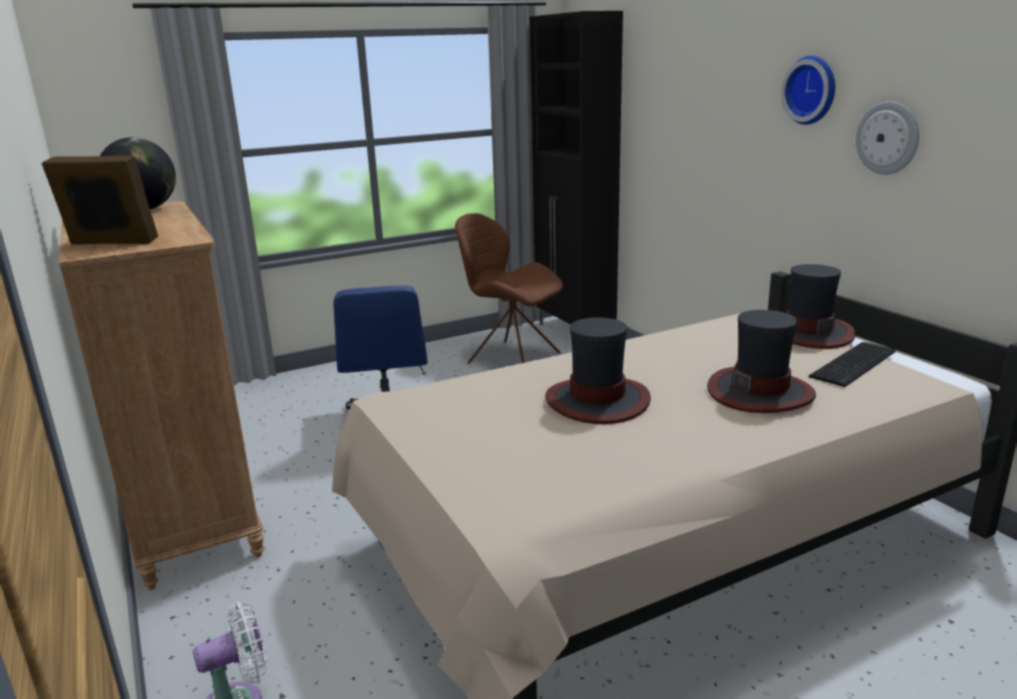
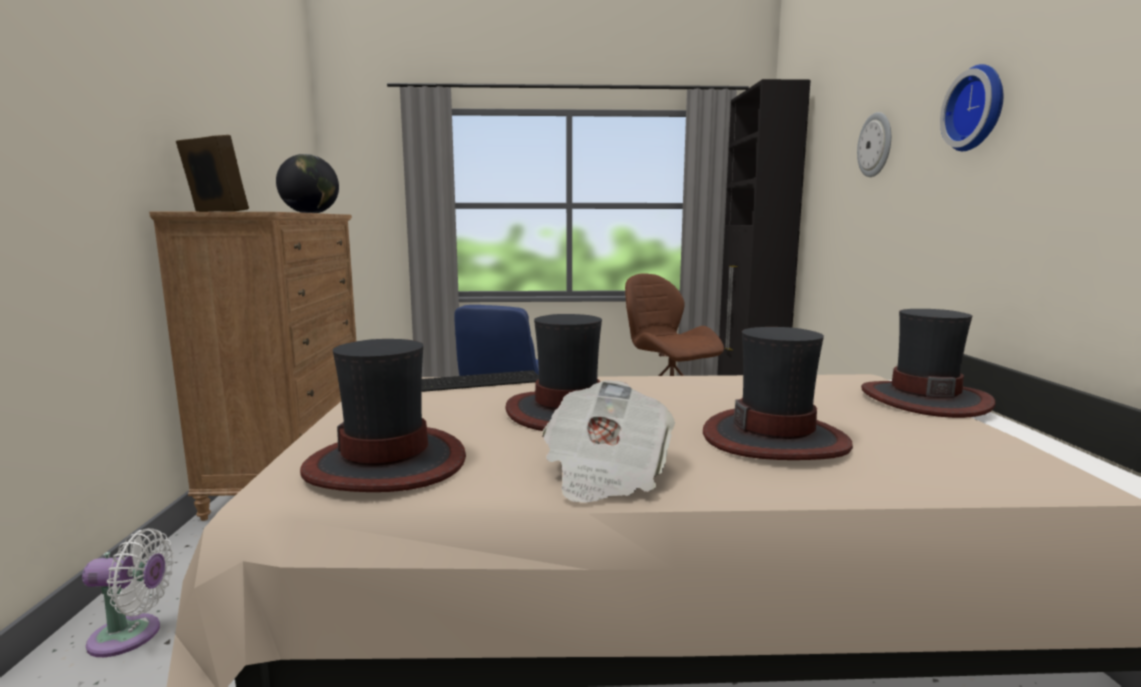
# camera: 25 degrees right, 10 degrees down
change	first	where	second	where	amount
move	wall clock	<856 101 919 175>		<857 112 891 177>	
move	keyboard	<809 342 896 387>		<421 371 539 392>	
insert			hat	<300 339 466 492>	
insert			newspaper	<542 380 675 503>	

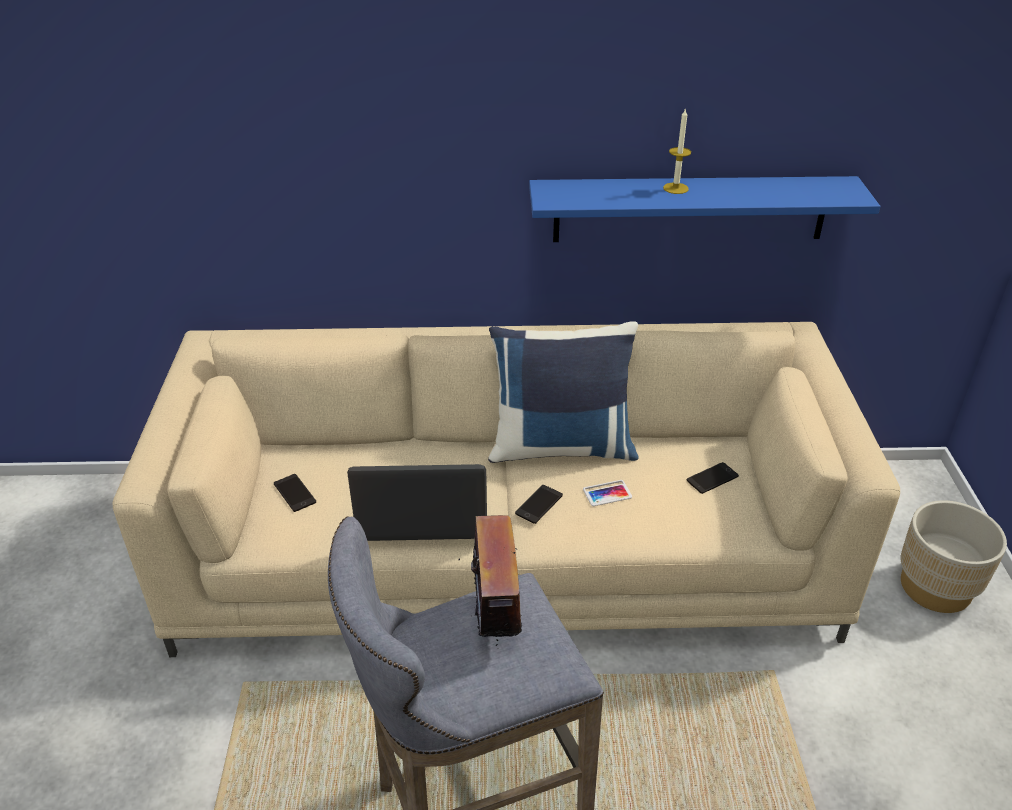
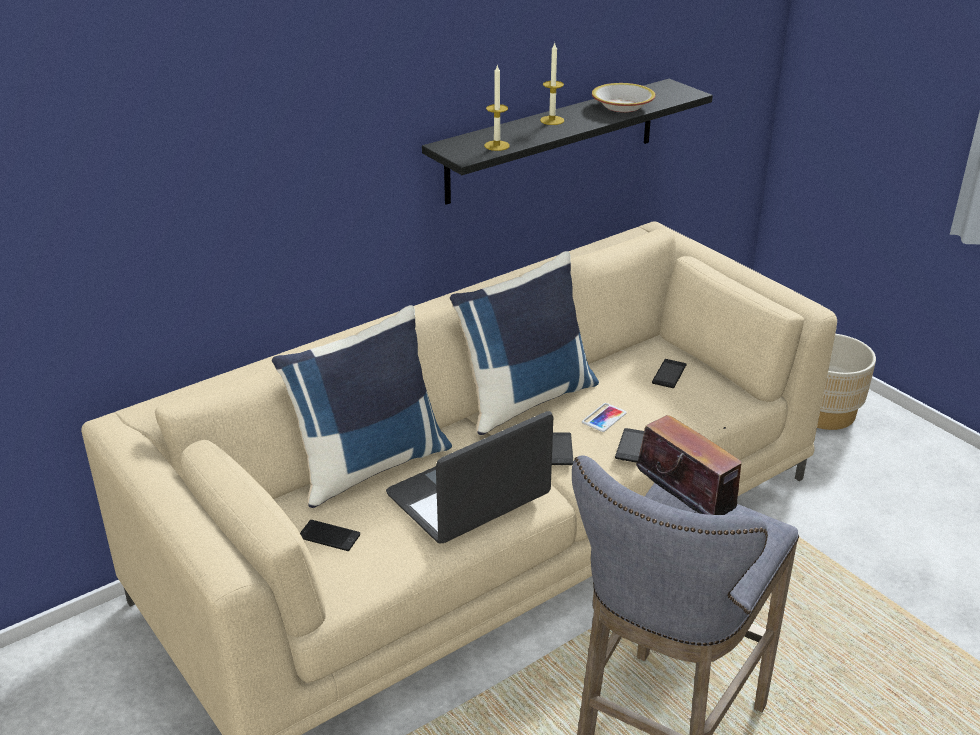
# camera: 35 degrees left, 5 degrees down
change	first	where	second	where	amount
recolor	blue shelf	<529 176 880 242>	black shelf	<422 79 713 205>	
insert			candle	<484 65 510 151>	
insert			bowl	<592 83 655 112>	
insert			blue pillow	<272 305 452 508>	
insert			phone	<615 428 644 462>	

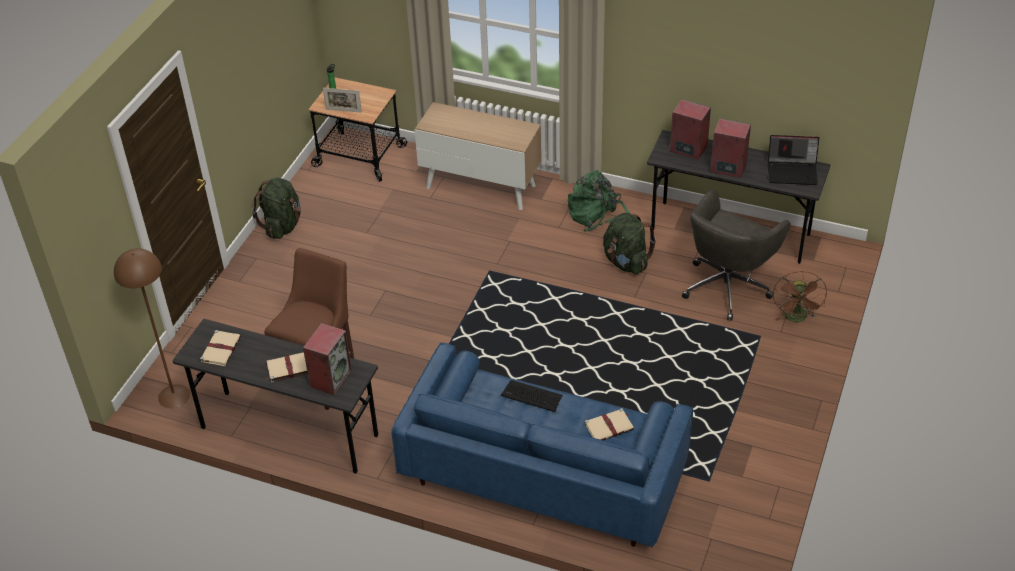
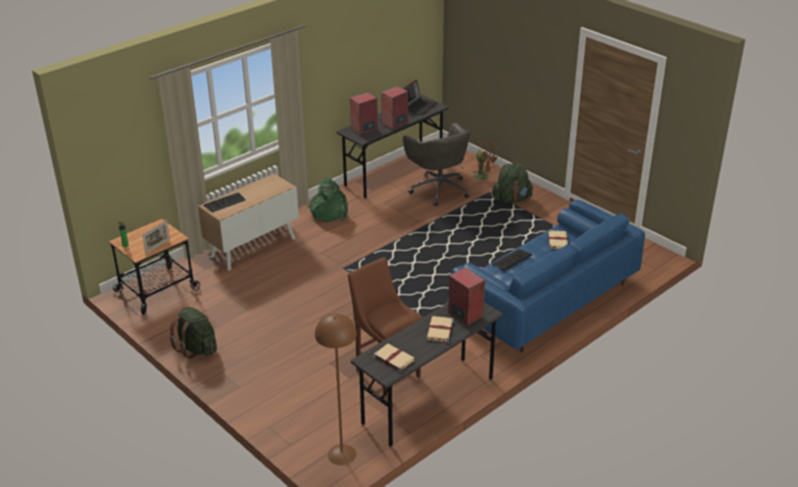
# camera: 65 degrees left, 10 degrees down
change	first	where	second	where	amount
move	green backpack	<603 213 656 274>		<492 163 533 203>	
insert			keyboard	<204 192 246 213>	

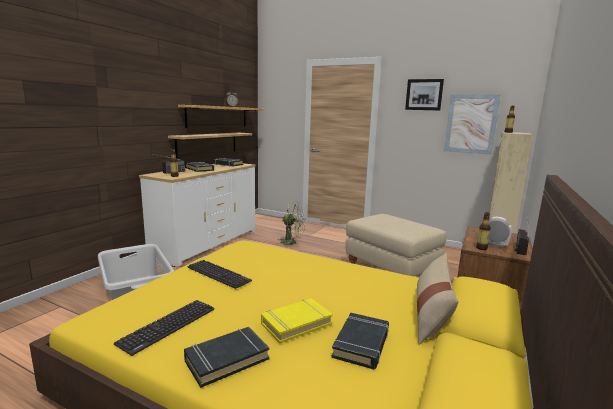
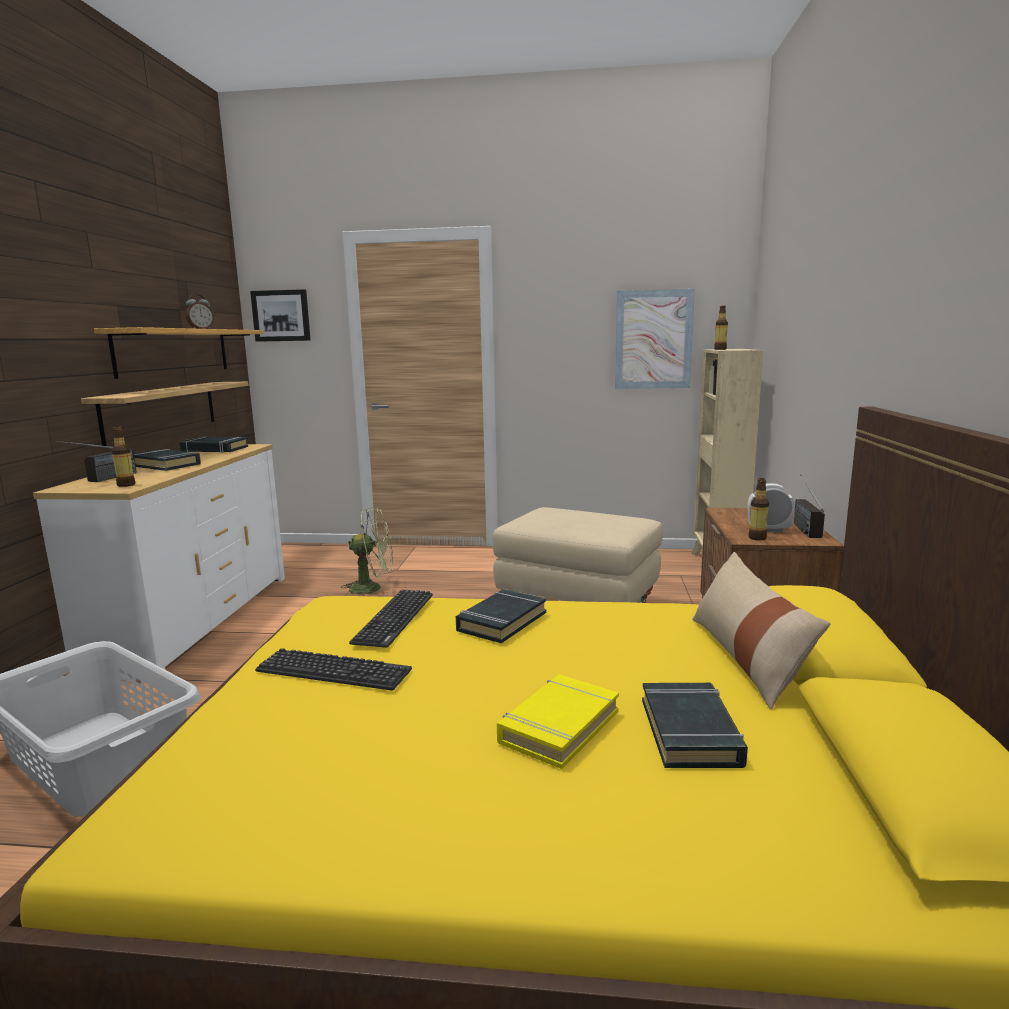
# camera: 20 degrees left, 0 degrees up
change	first	where	second	where	amount
move	picture	<405 79 444 111>		<250 289 311 342>	
move	keyboard	<114 300 214 356>		<349 589 433 648>	
move	black book	<184 327 270 388>		<456 589 547 643>	

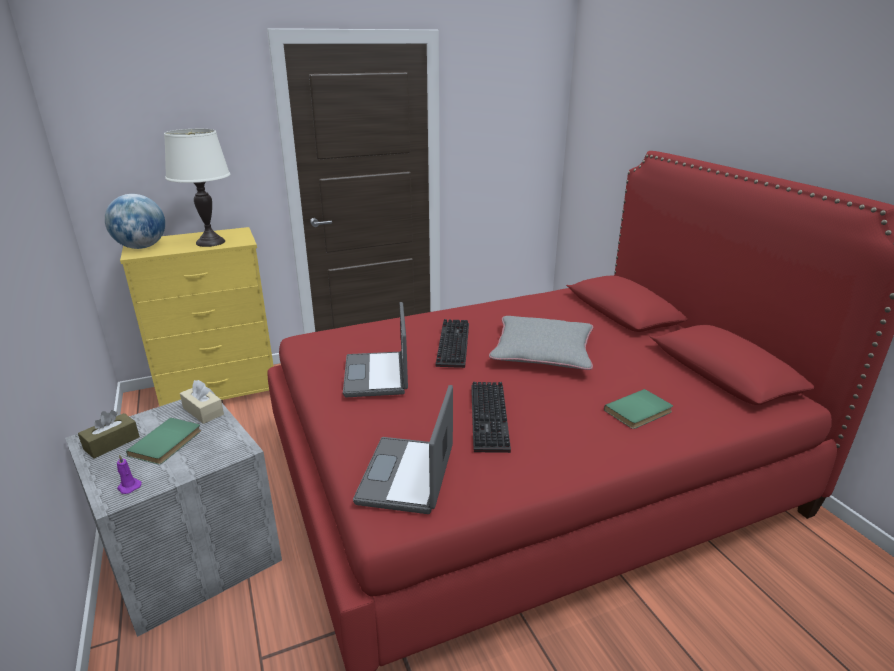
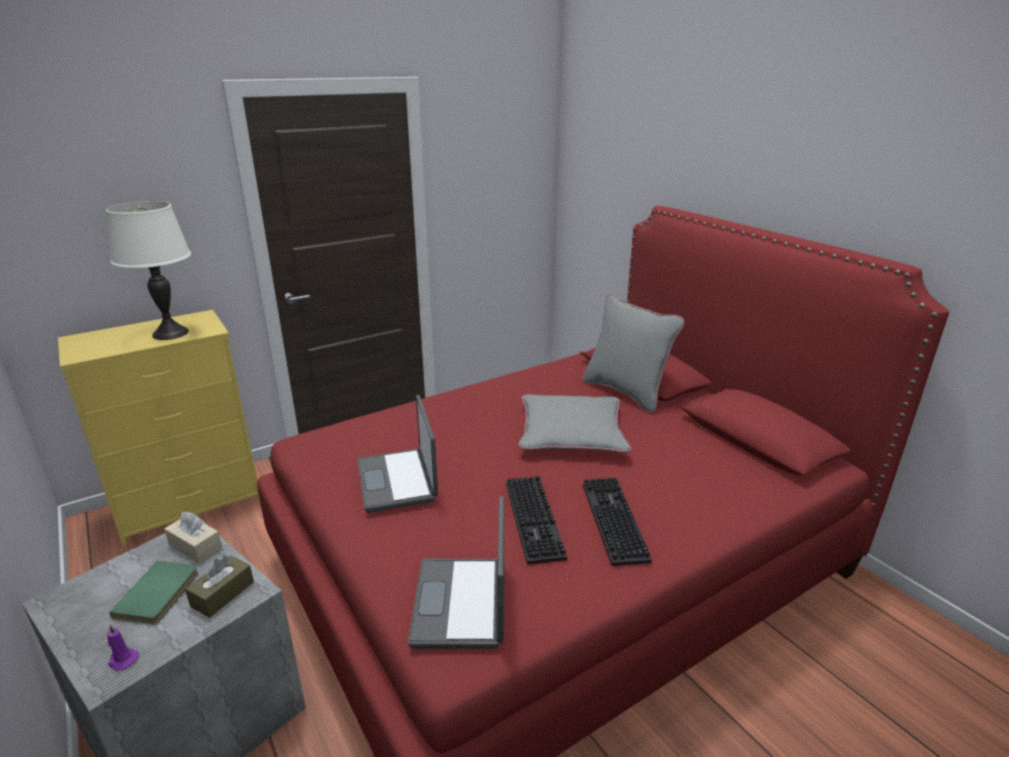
# camera: 10 degrees left, 0 degrees up
change	first	where	second	where	amount
delete	globe	<105 194 165 249>			
move	keyboard	<436 319 469 368>		<583 478 652 566>	
delete	green book	<604 389 673 429>			
move	brown tissue box	<78 410 140 459>		<185 555 254 618>	
insert			grey pillow	<582 294 684 413>	

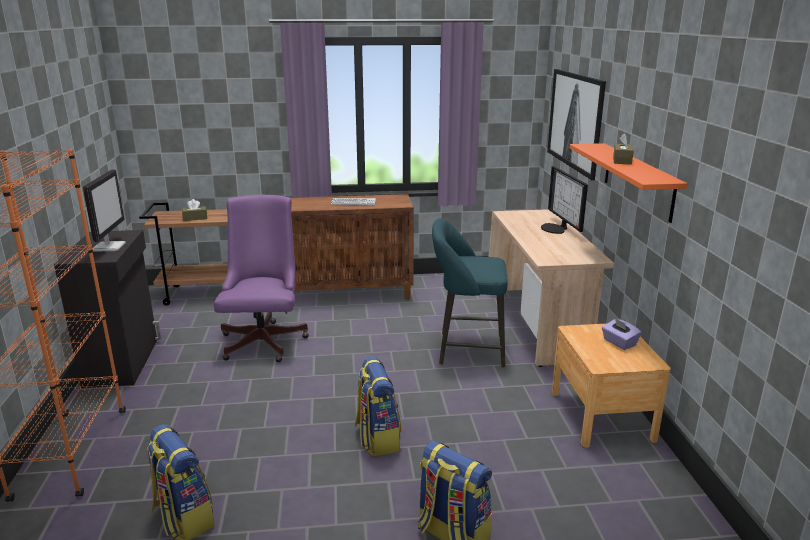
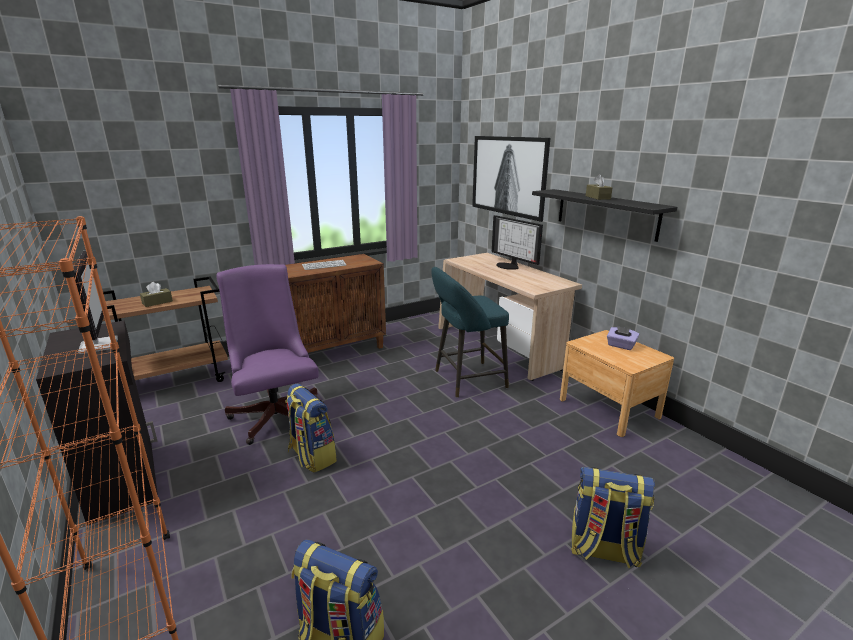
# camera: 25 degrees left, 0 degrees up
change	first	where	second	where	amount
recolor	orange shelf	<570 143 687 223>	black shelf	<532 189 677 242>	
move	backpack	<355 356 401 456>		<285 383 337 473>	

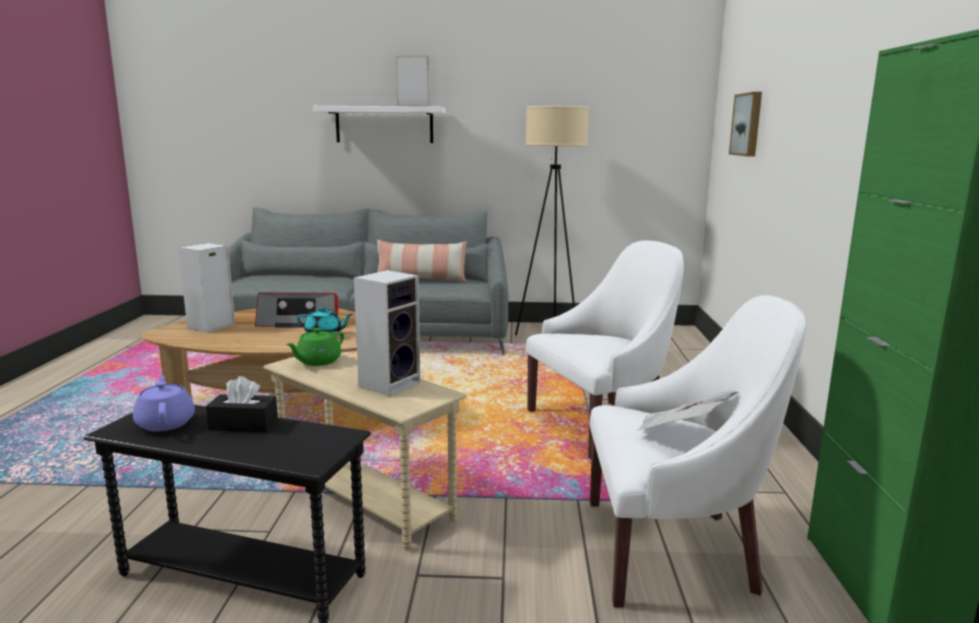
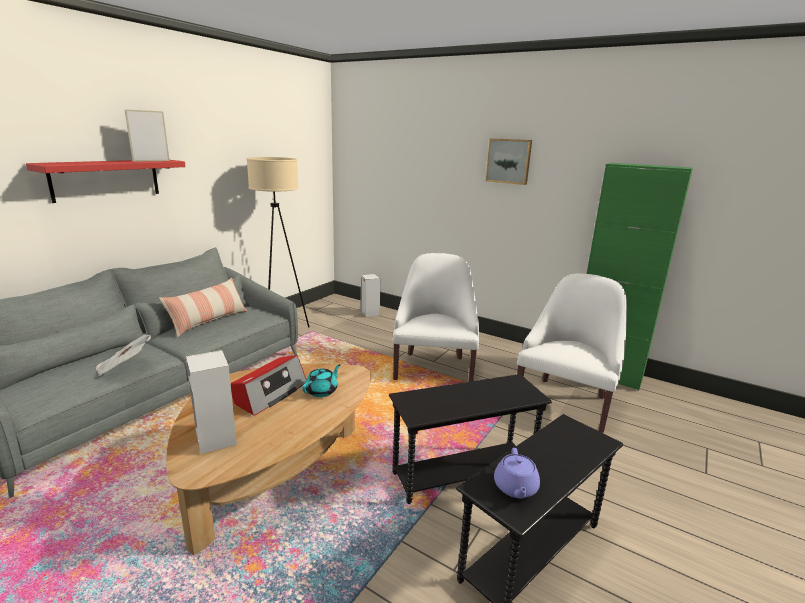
# camera: 60 degrees left, 5 degrees up
change	first	where	second	where	amount
move	picture	<729 92 762 157>		<486 138 532 185>	
recolor	white shelf	<313 106 446 143>	red shelf	<26 160 185 203>	
move	speaker	<354 270 420 396>		<361 274 380 317>	
delete	green teapot	<286 328 344 366>			
recolor	beige side table	<263 352 467 550>	black side table	<389 374 552 504>	
rotate	purple teapot	<133 376 195 432>		<494 448 540 499>	90 degrees counterclockwise
delete	black tissue box	<206 376 278 432>			
move	newspaper	<636 391 740 431>		<96 334 151 376>	

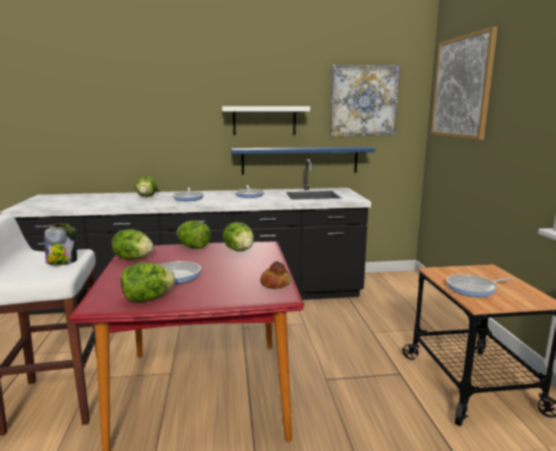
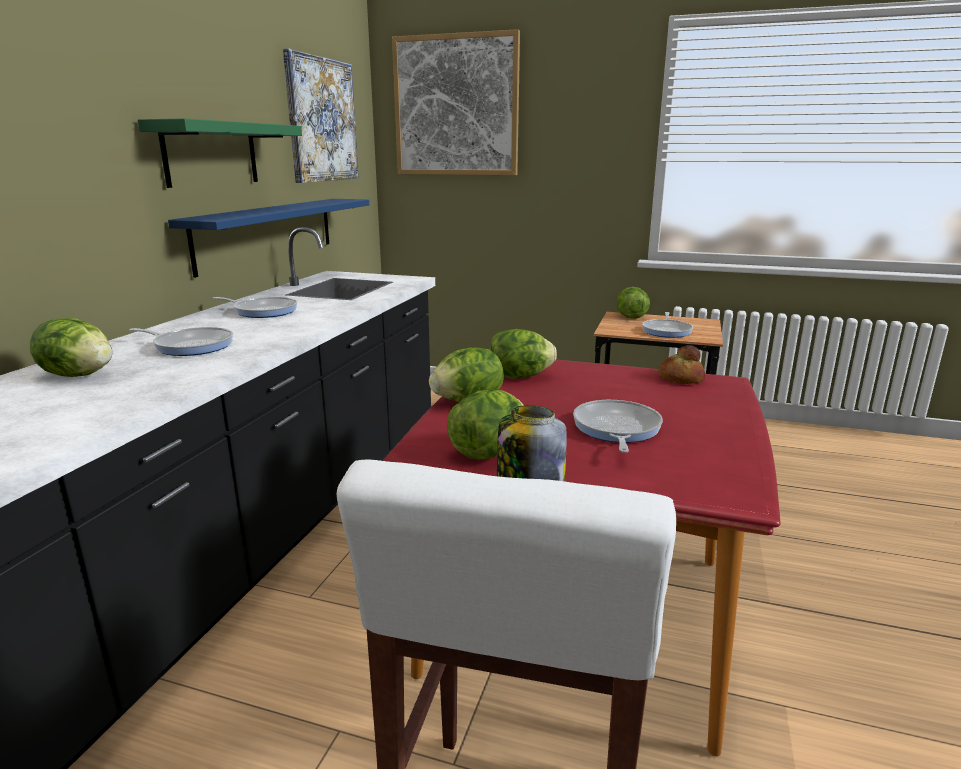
# camera: 65 degrees left, 5 degrees up
change	first	where	second	where	amount
recolor	white shelf	<222 106 310 135>	green shelf	<138 118 302 188>	
move	lettuce	<121 262 175 302>		<617 287 650 319>	

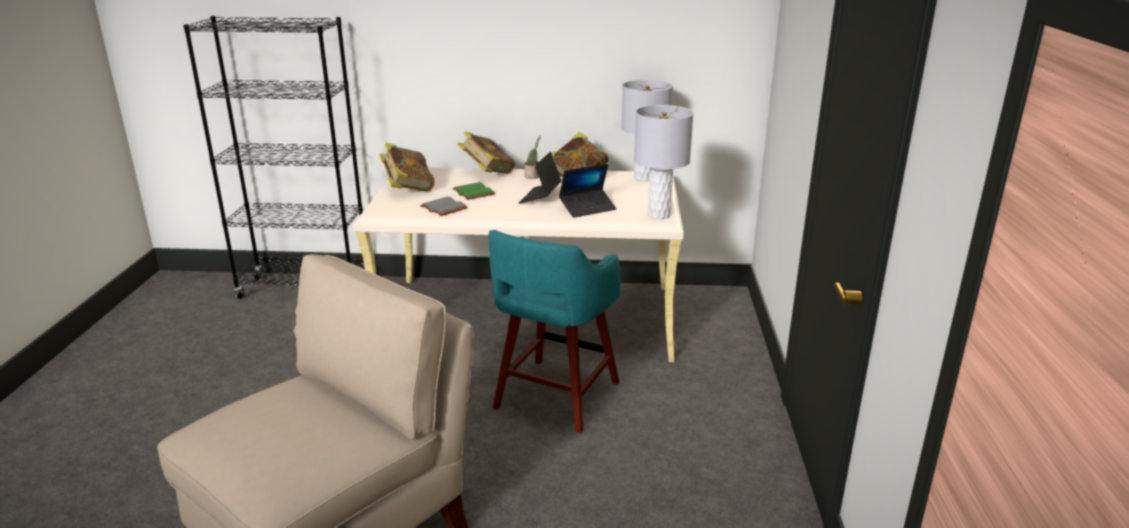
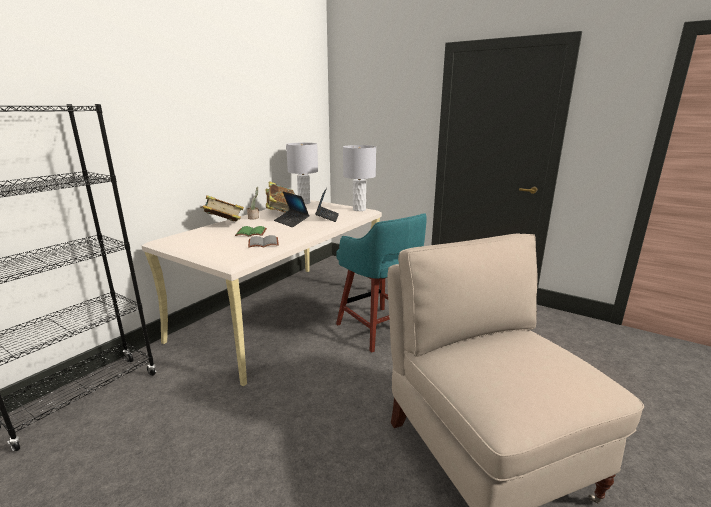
# camera: 60 degrees left, 5 degrees down
change	first	where	second	where	amount
delete	book	<379 143 434 192>			

